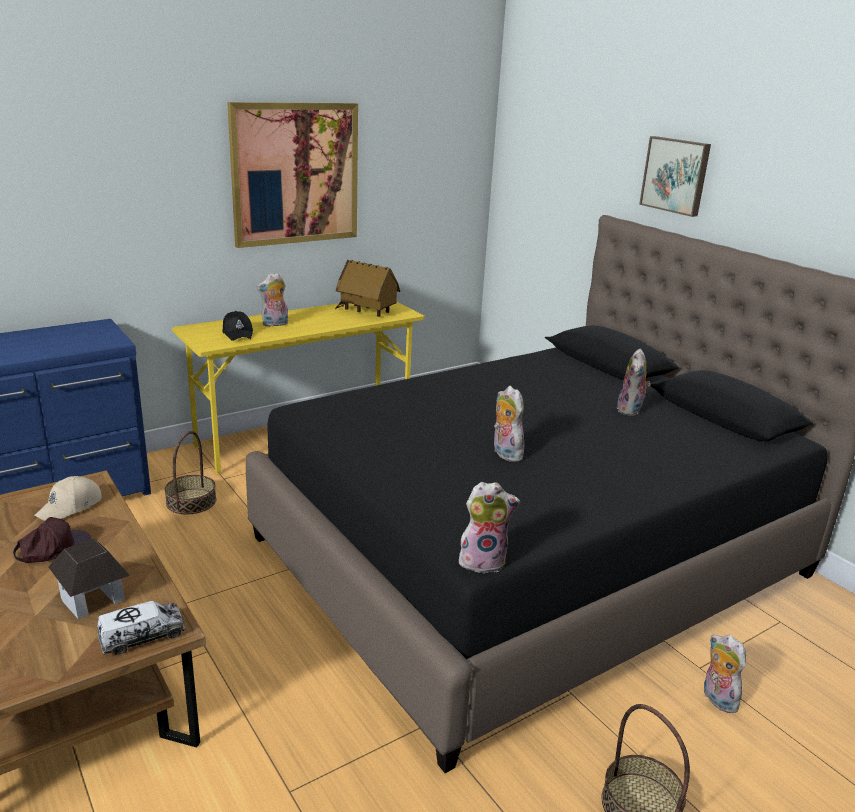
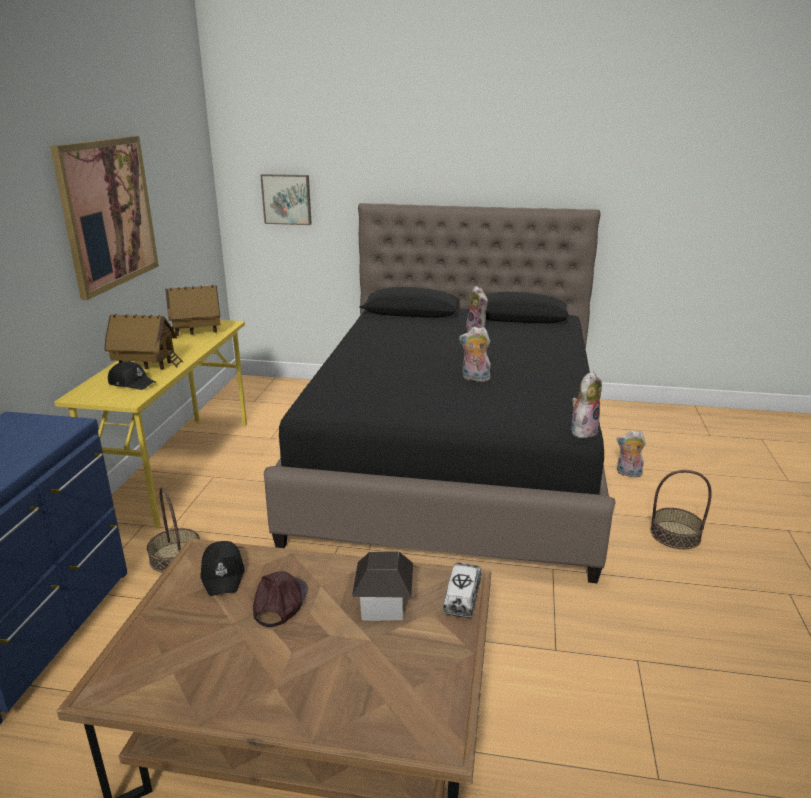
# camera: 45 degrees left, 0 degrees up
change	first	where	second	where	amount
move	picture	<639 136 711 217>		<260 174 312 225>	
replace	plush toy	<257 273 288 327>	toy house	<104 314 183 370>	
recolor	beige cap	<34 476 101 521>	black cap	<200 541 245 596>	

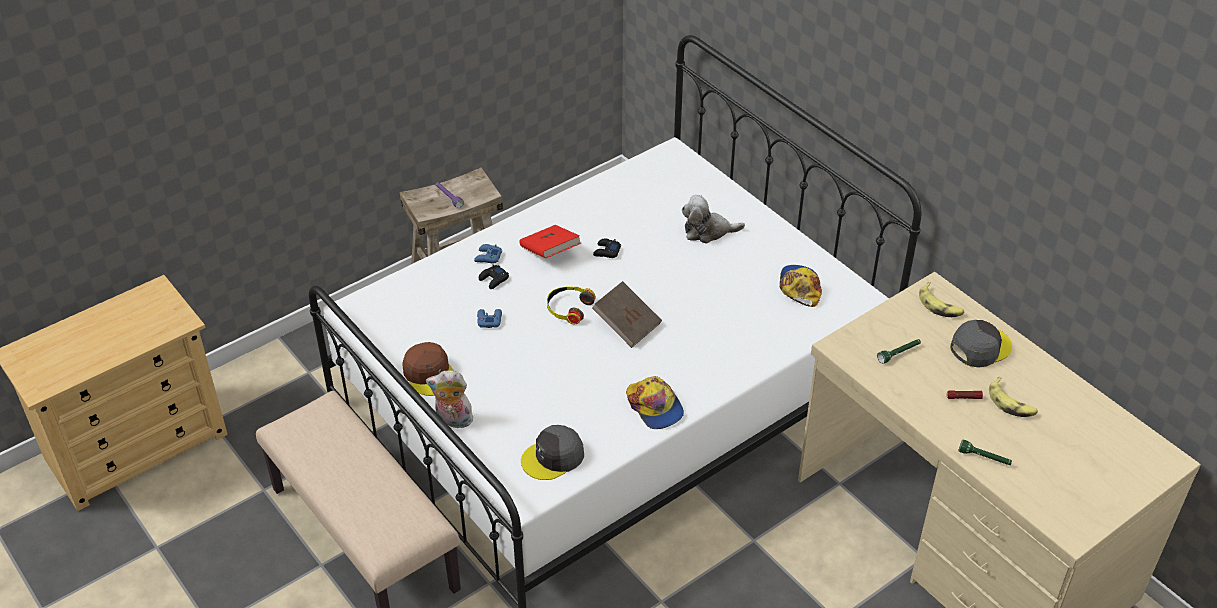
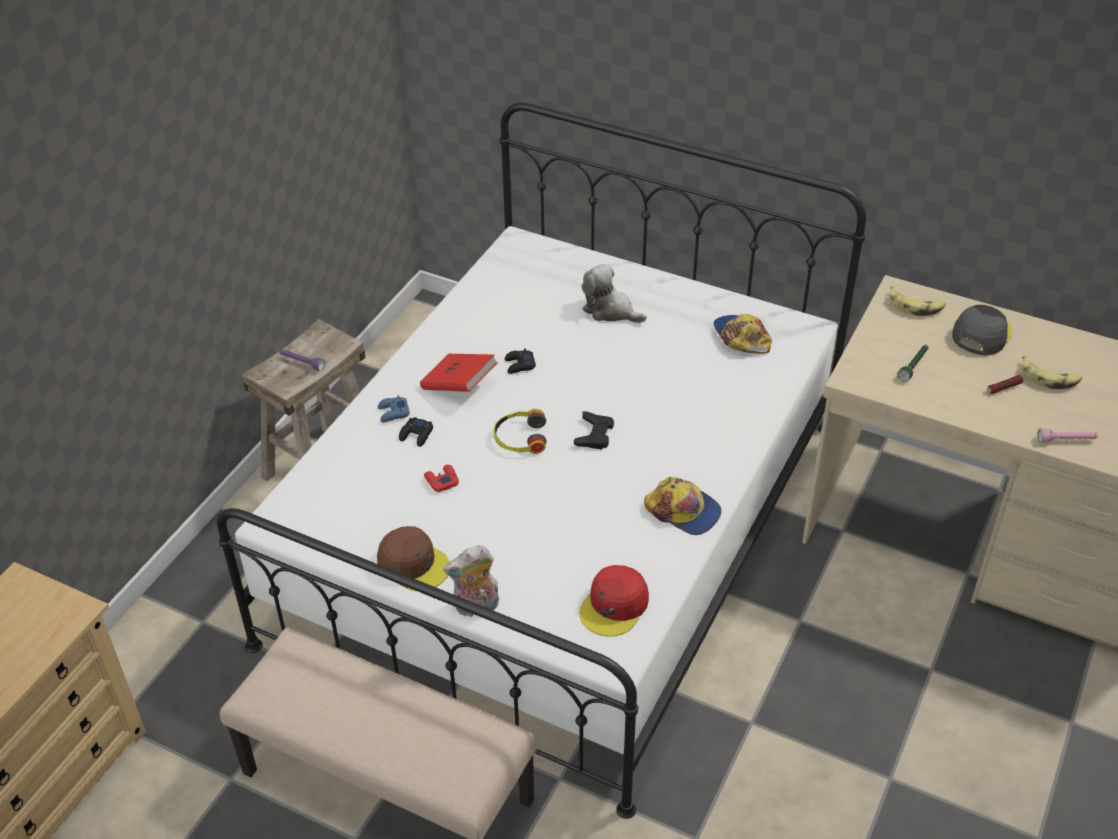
# camera: 25 degrees left, 0 degrees up
change	first	where	second	where	amount
rotate	plush toy	<682 195 745 243>		<582 264 647 323>	60 degrees clockwise
replace	brown book	<592 281 662 348>	black game controller	<574 411 614 449>	
recolor	blue game controller	<477 309 502 328>	red game controller	<424 465 459 492>	
recolor	grey cap	<521 425 584 480>	red cap	<580 565 649 637>	
recolor	green flashlight	<958 439 1012 465>	pink flashlight	<1038 428 1098 443>	

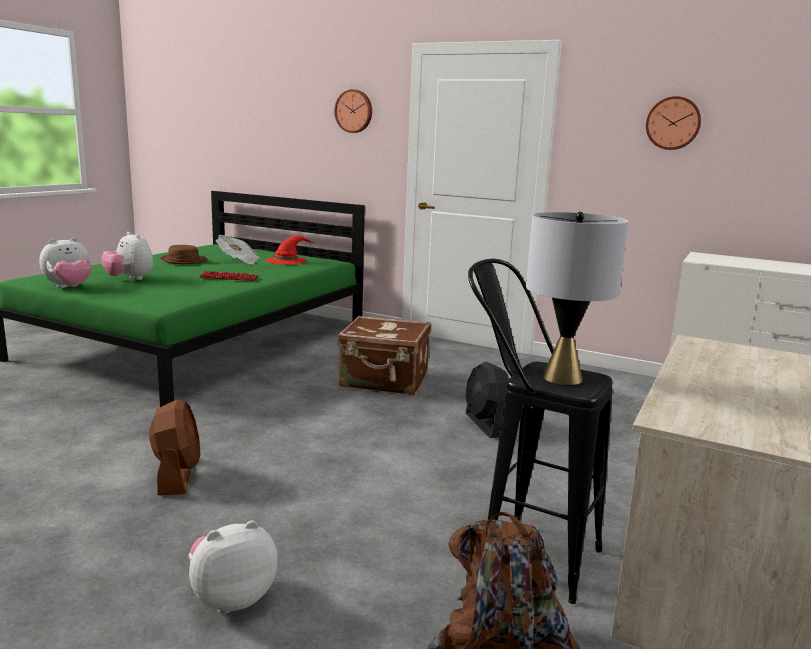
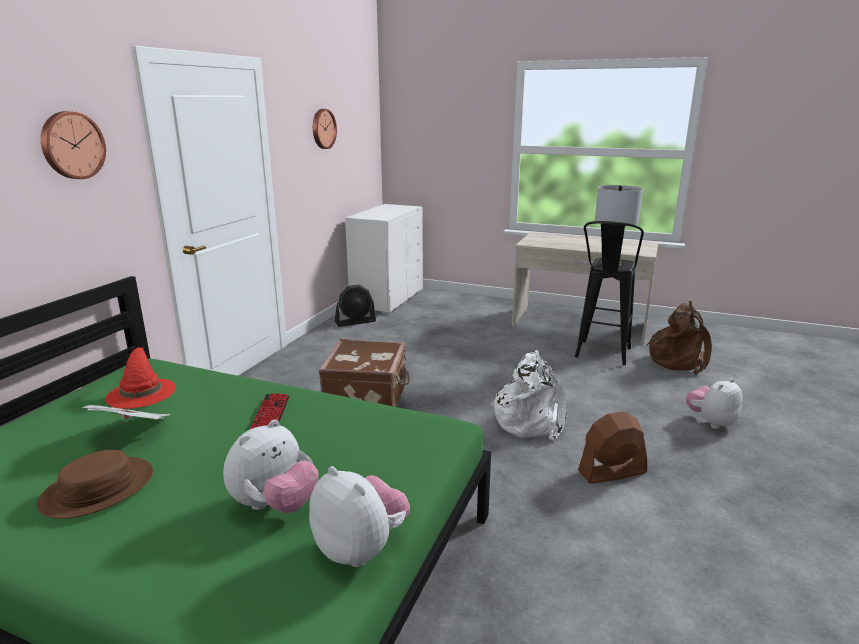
# camera: 95 degrees left, 5 degrees up
change	first	where	second	where	amount
move	black fan	<465 362 509 438>		<335 284 376 327>	
rotate	plush toy	<189 520 278 614>		<686 378 743 429>	90 degrees clockwise
insert			white backpack	<491 350 566 440>	

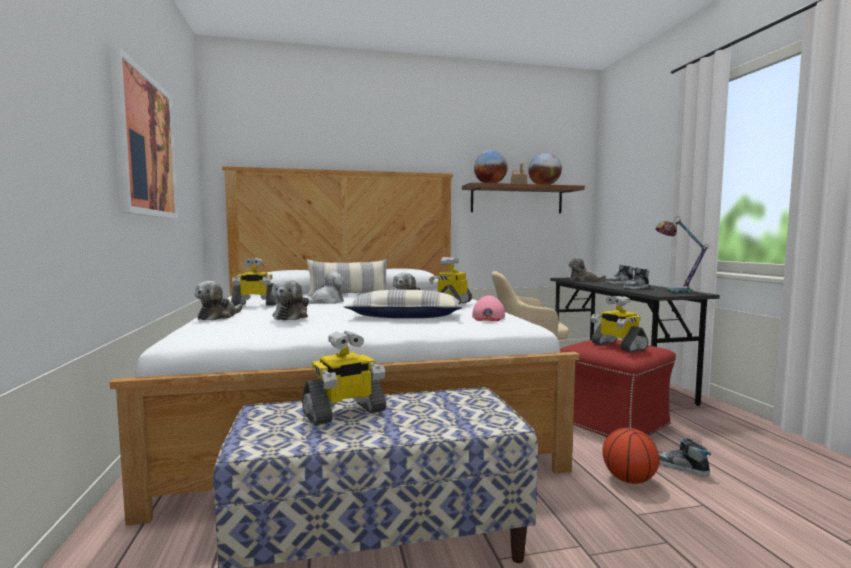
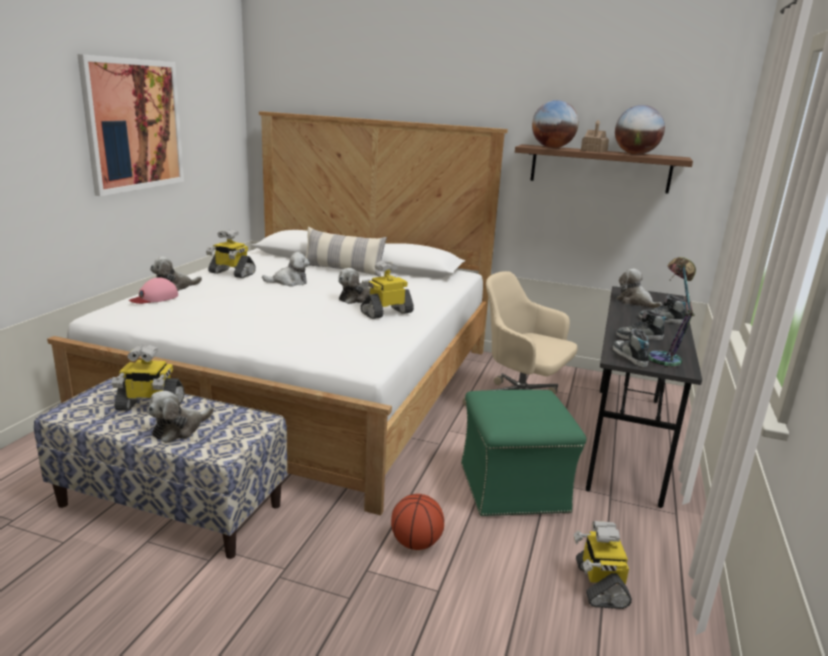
# camera: 30 degrees right, 15 degrees up
change	first	where	second	where	amount
move	plush toy	<272 279 309 320>		<148 391 214 443>	
delete	pillow	<344 290 463 318>			
move	pink cap	<472 296 505 321>		<129 278 178 304>	
move	toy robot	<591 296 648 352>		<574 521 632 609>	
recolor	red ottoman	<560 340 676 437>	green ottoman	<461 390 586 516>	
move	shoe	<658 438 711 477>		<613 329 649 367>	

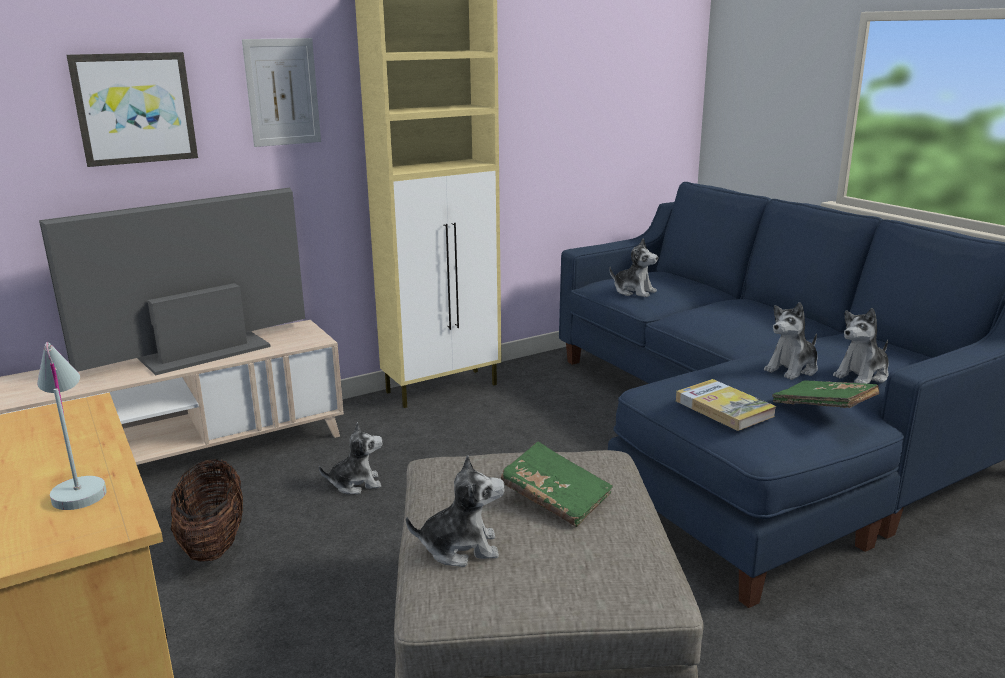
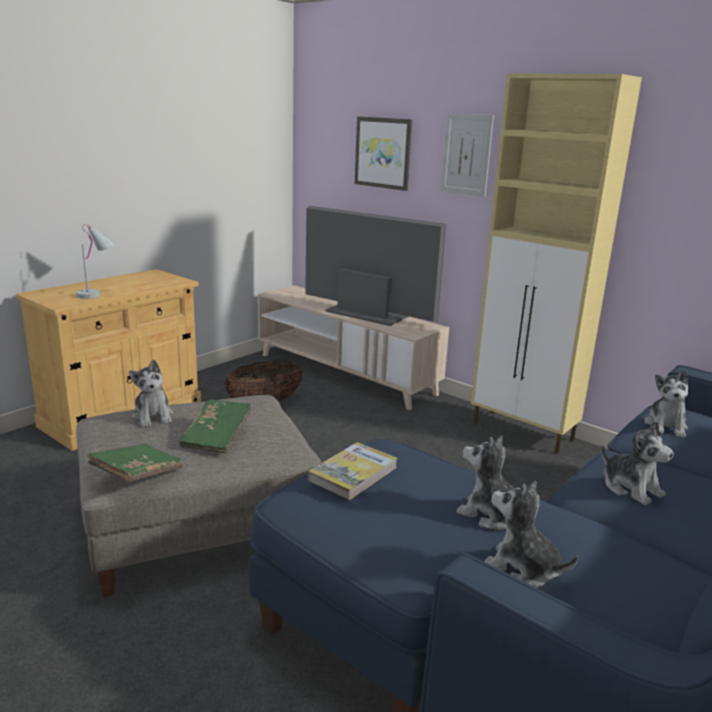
# camera: 70 degrees right, 0 degrees up
change	first	where	second	where	amount
move	green book	<772 380 879 408>		<87 444 182 482>	
move	plush toy	<319 422 383 494>		<601 421 674 505>	

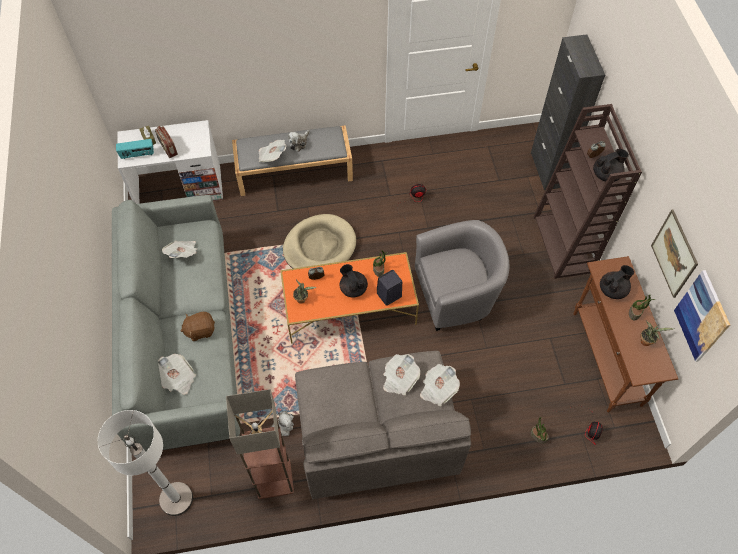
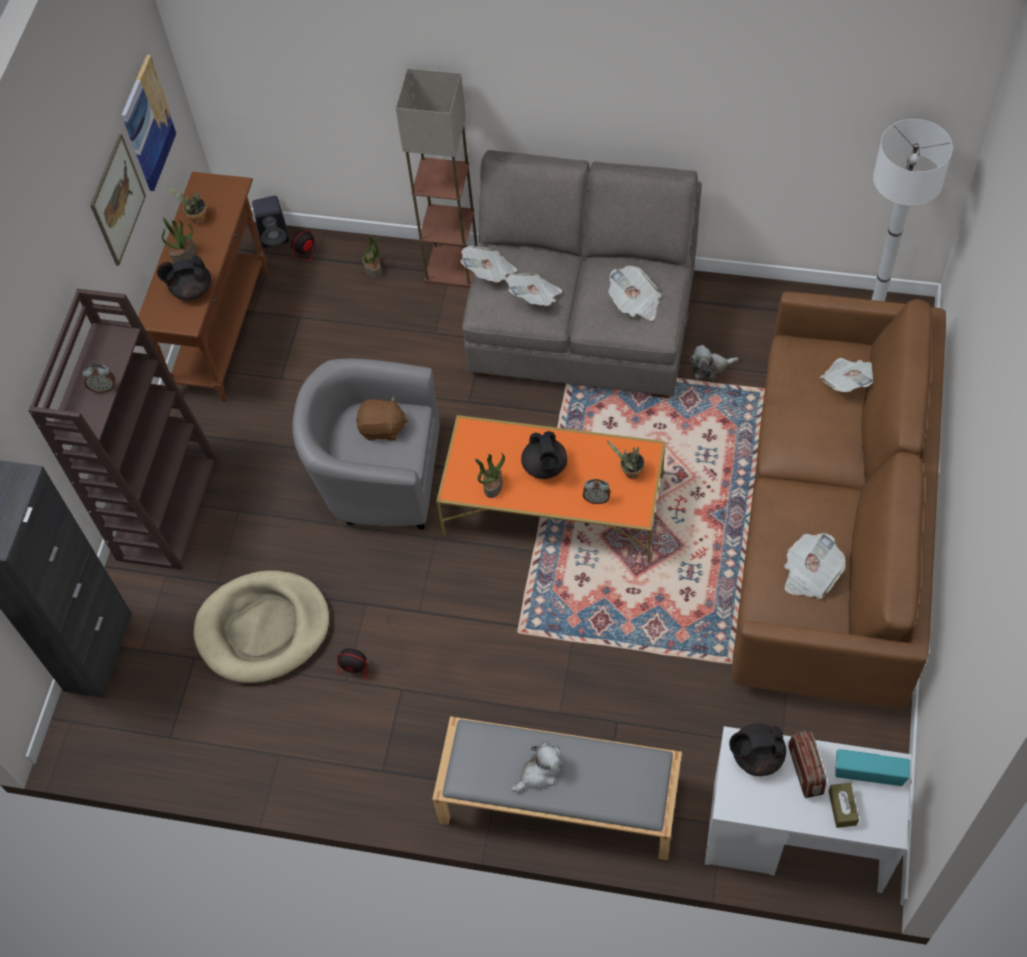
# camera: 155 degrees left, 0 degrees up
change	first	where	second	where	amount
move	newspaper	<259 140 286 162>		<608 266 661 321>	
move	black teapot	<593 149 629 182>		<729 723 786 776>	
recolor	grey sofa	<112 195 240 451>	brown sofa	<732 292 946 708>	
move	beige dog bed	<283 214 356 269>		<194 570 330 683>	
move	black speaker	<377 270 402 306>		<252 196 289 248>	
move	brown plush toy	<181 312 215 341>		<356 396 408 441>	
move	floor lamp	<226 389 294 499>		<396 68 478 288>	

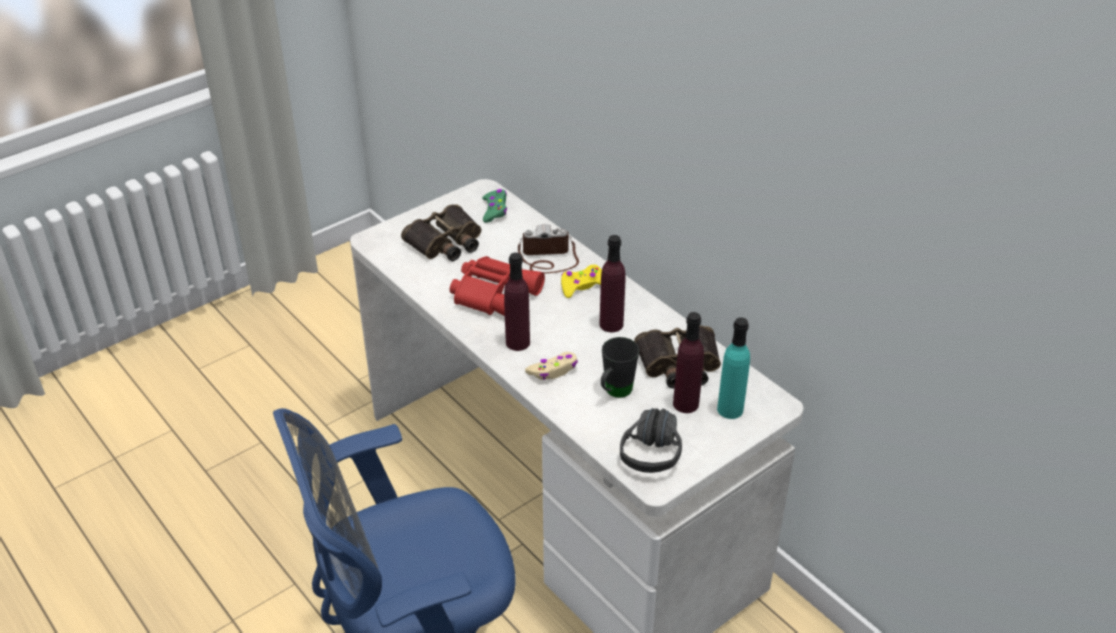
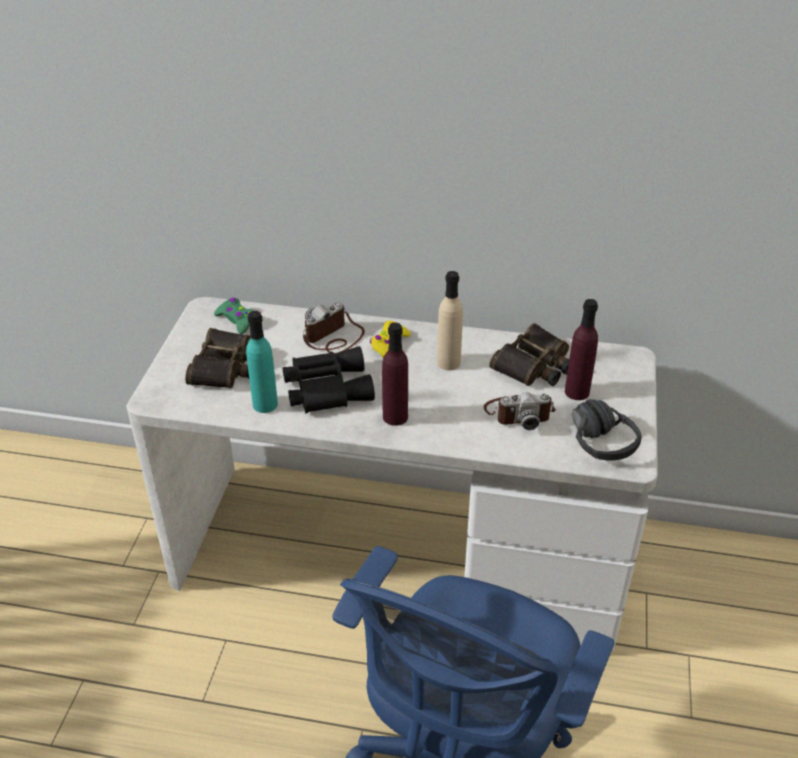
# camera: 40 degrees left, 0 degrees up
change	first	where	second	where	amount
recolor	purple bottle	<600 235 625 332>	beige bottle	<437 271 463 370>	
recolor	red binoculars	<450 256 545 316>	black binoculars	<283 346 375 413>	
move	turquoise bottle	<717 317 750 419>		<246 311 278 413>	
replace	black mug	<601 337 639 398>	photo camera	<484 392 556 430>	
delete	beige game controller	<525 352 578 380>			

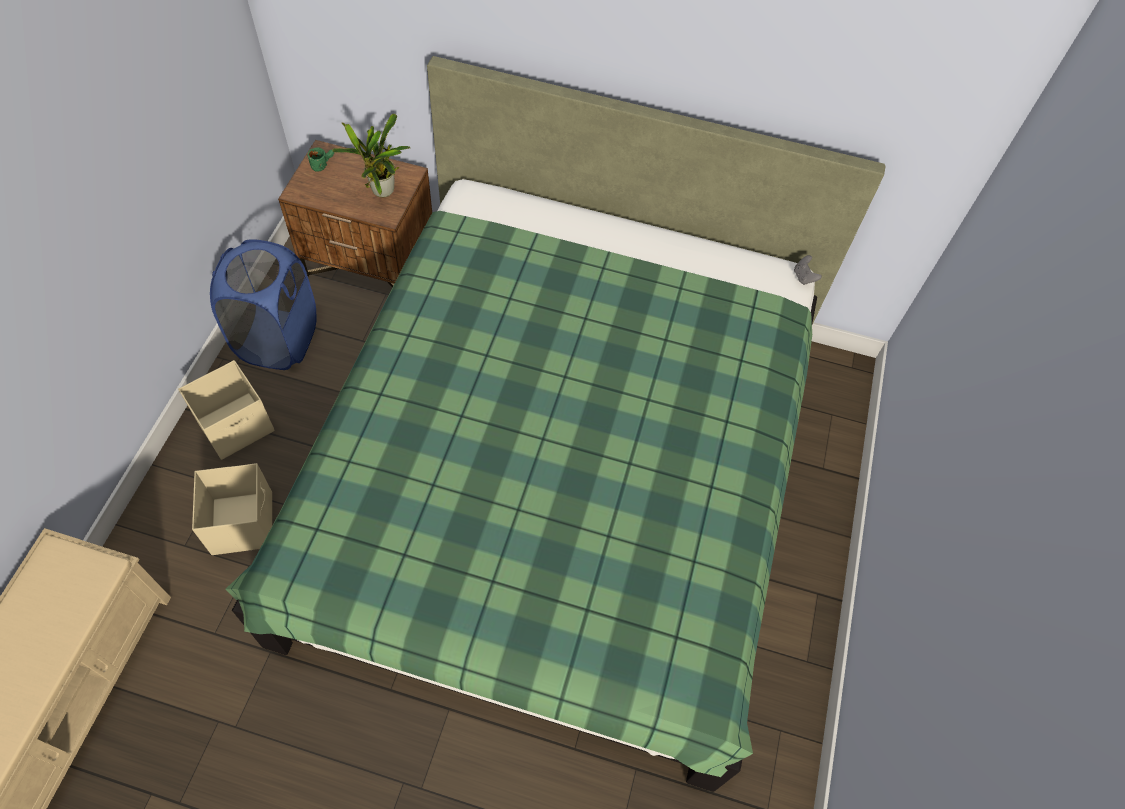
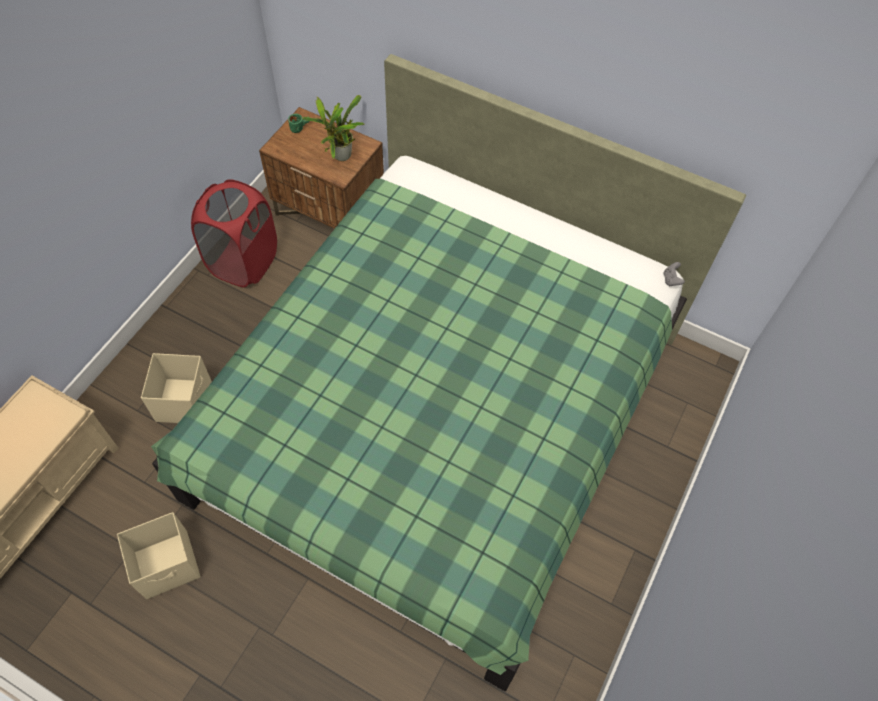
# camera: 15 degrees right, 0 degrees up
change	first	where	second	where	amount
recolor	blue laundry basket	<210 239 317 370>	red laundry basket	<191 179 277 287>	
move	beige storage box	<178 360 275 460>		<117 512 201 599>	

